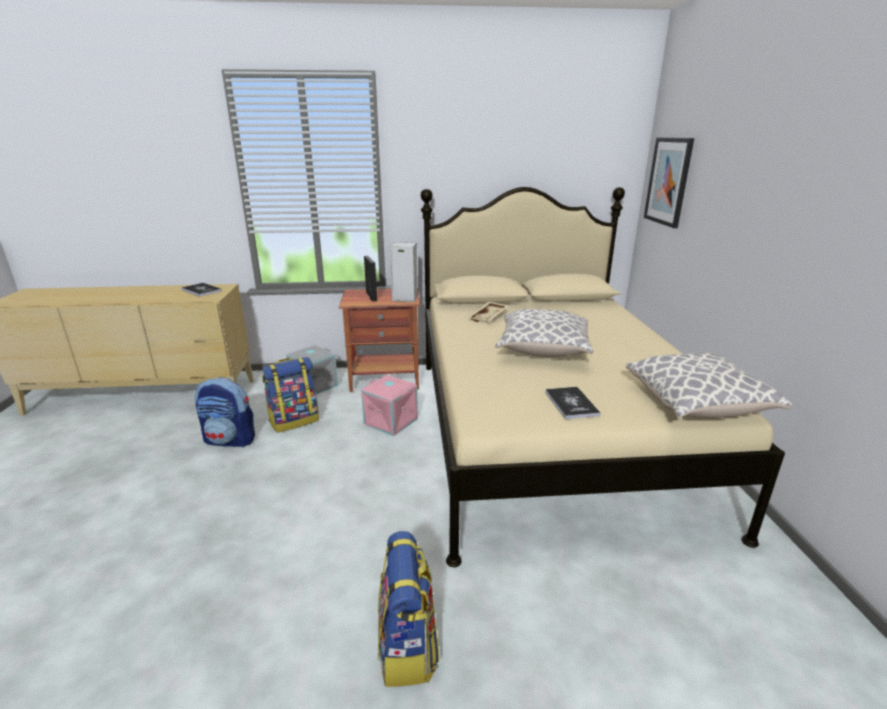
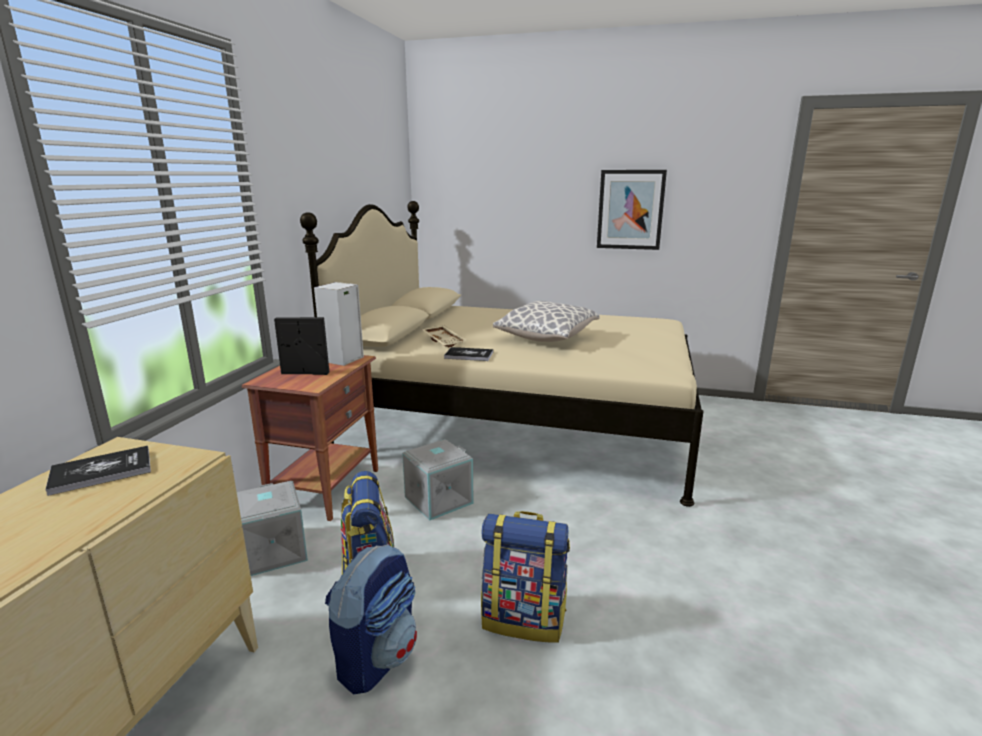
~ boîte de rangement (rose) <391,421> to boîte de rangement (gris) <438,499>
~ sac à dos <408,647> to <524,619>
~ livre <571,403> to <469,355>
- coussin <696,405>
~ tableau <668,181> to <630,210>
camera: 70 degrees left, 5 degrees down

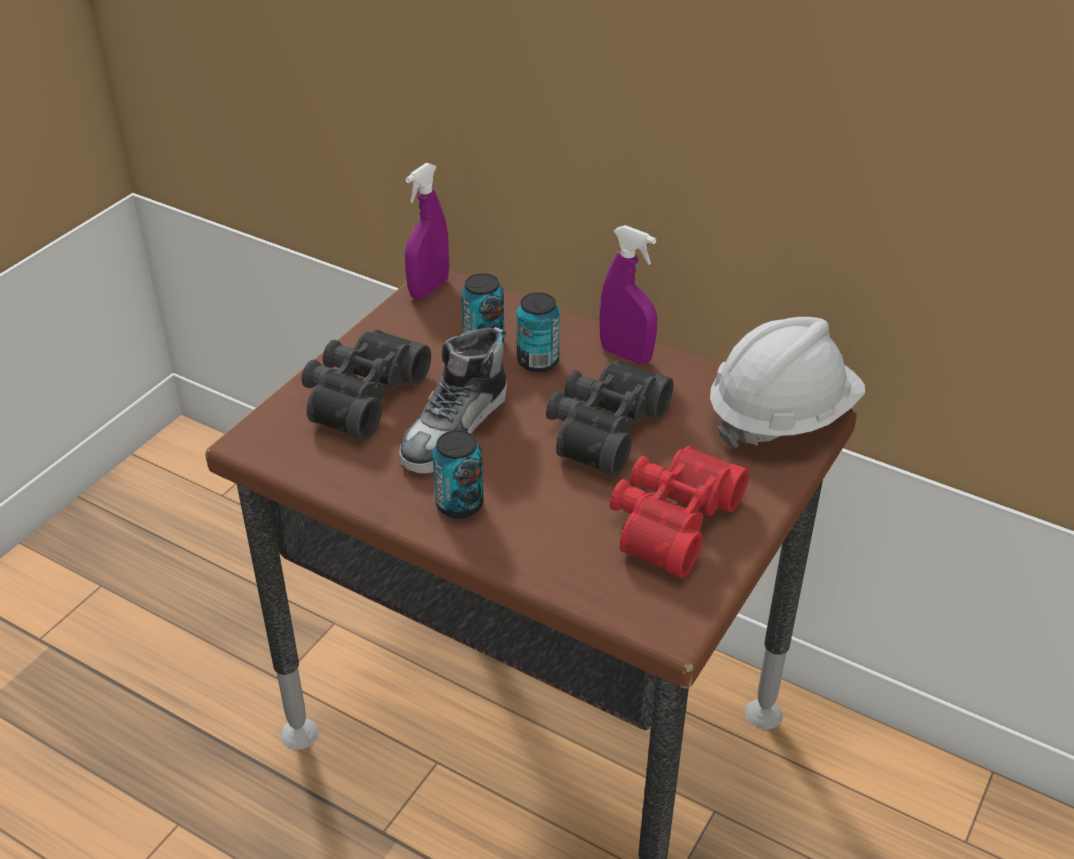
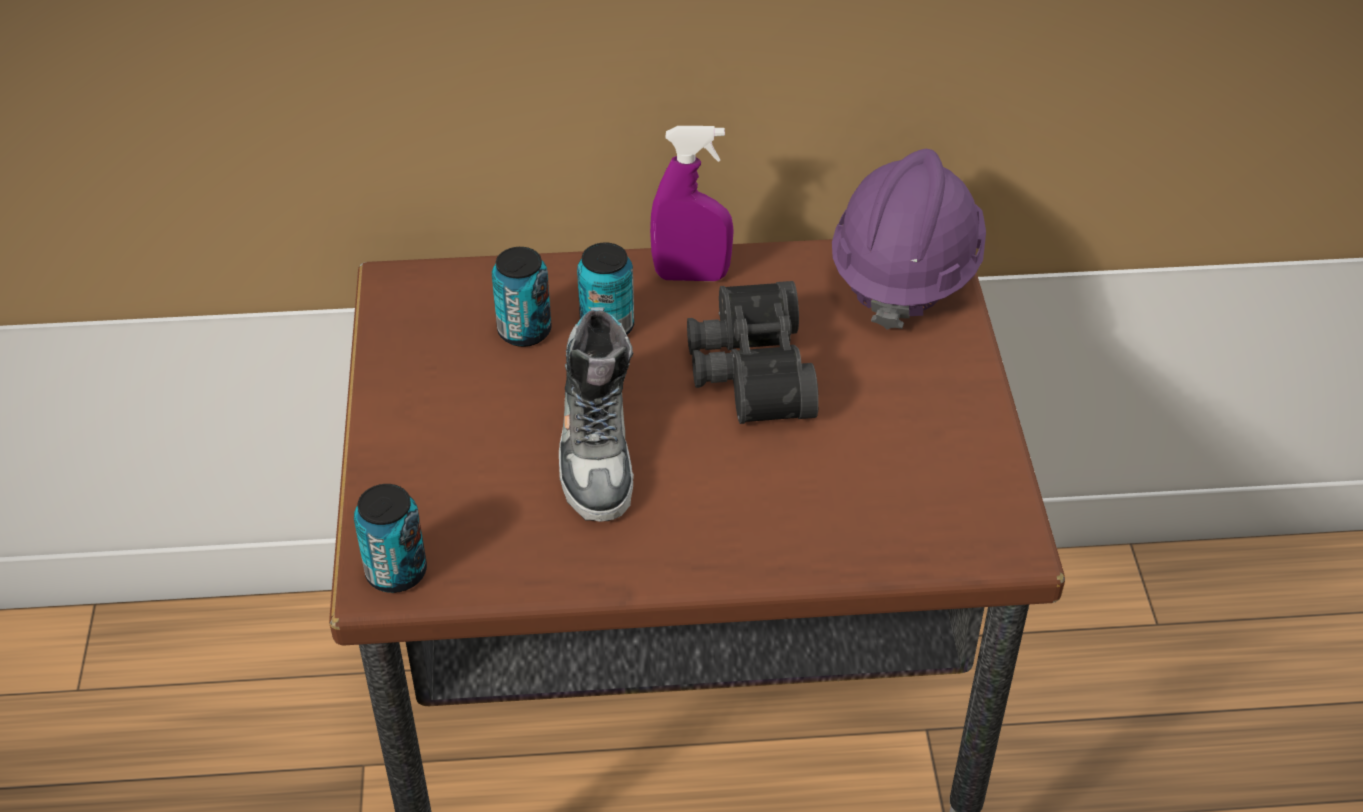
- jumelles (noir) <359,395>
- vaporisateur (violet) <429,288>
~ boîte métallique <459,504> to <396,572>
- jumelles (rouge) <669,520>
~ casque de chantier (blanc) <781,416> to casque de chantier (violet) <905,272>
camera: 35 degrees left, 5 degrees up

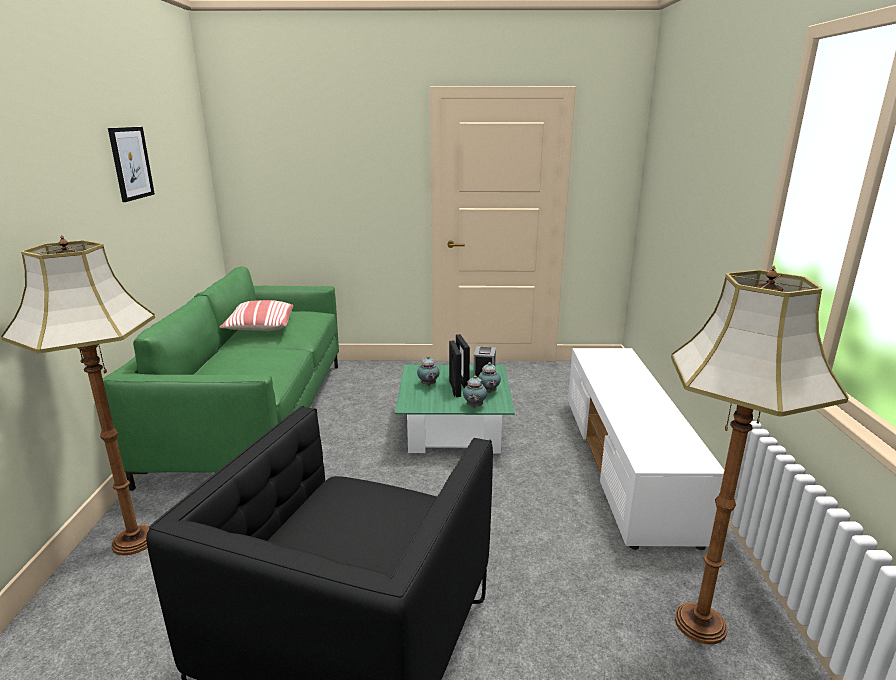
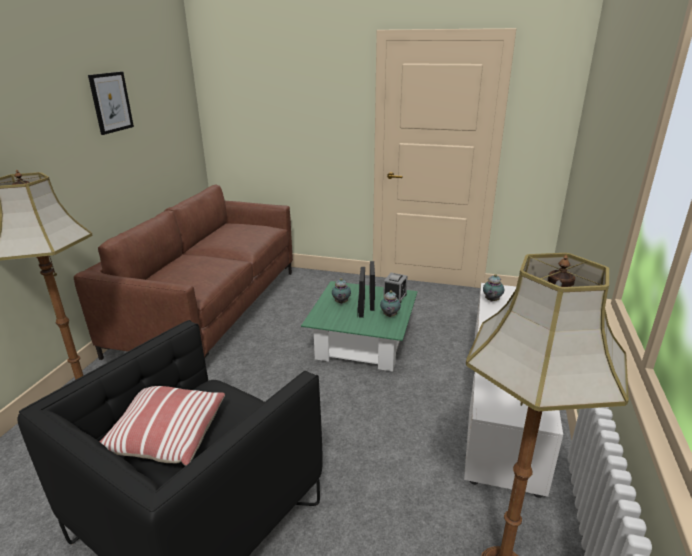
~ canapé (vert) <256,417> to canapé (marron) <211,310>
~ coussin <259,327> to <165,437>
~ théière <474,406> to <491,300>
camera: 15 degrees right, 5 degrees up

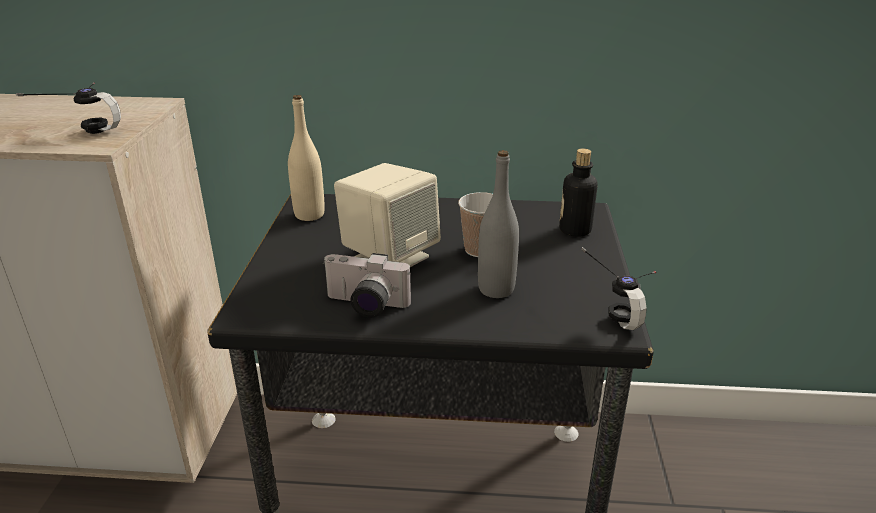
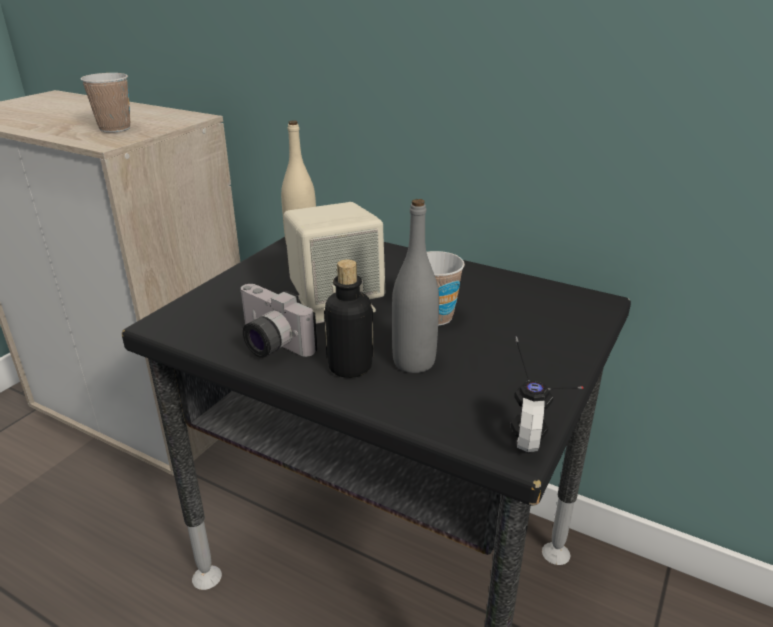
~ casque audio <85,127> to tasse <115,129>
~ bouteille <575,230> to <350,366>
camera: 25 degrees right, 0 degrees up

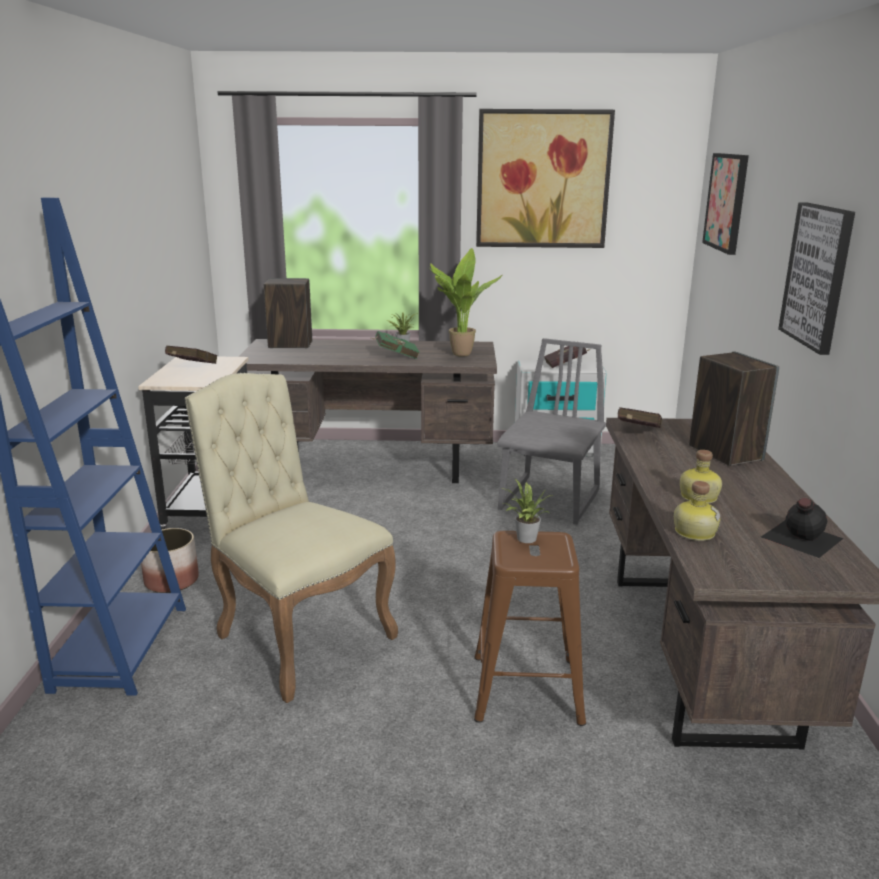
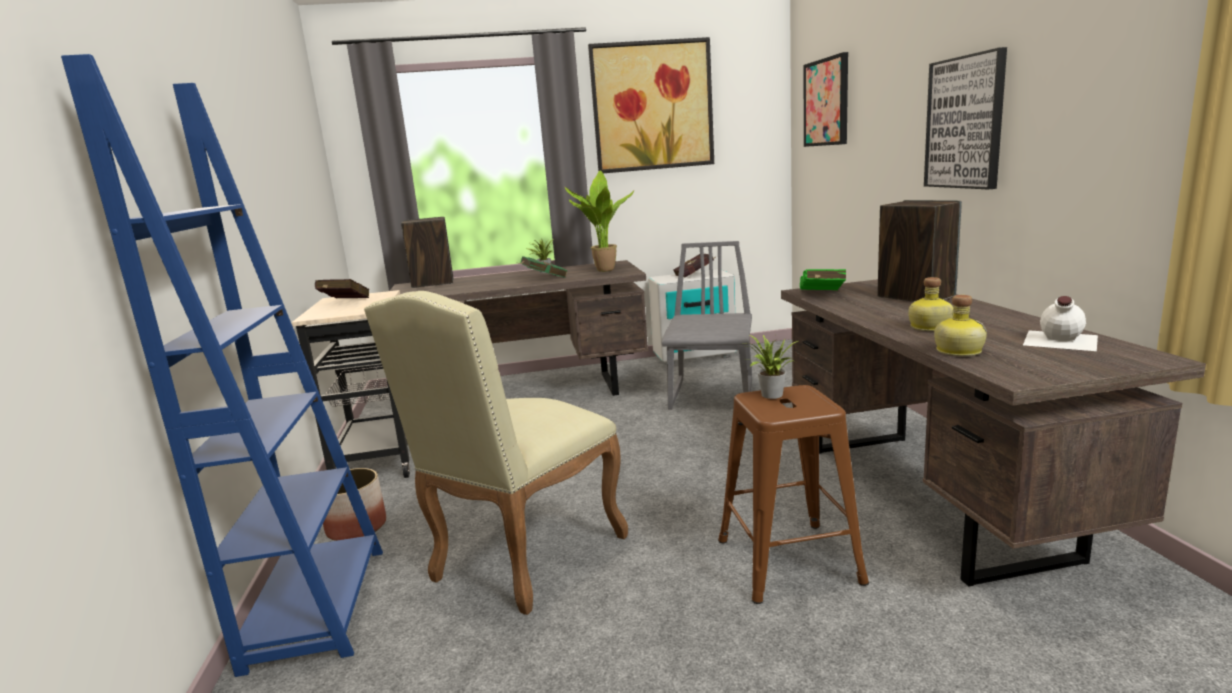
~ chaise (beige) <299,638> = <522,558> 90 degrees counterclockwise
~ livre (rouge) <637,433> to livre (vert) <821,296>
~ bouteille (noir) <800,537> to bouteille (blanc) <1059,340>
camera: 10 degrees left, 5 degrees down

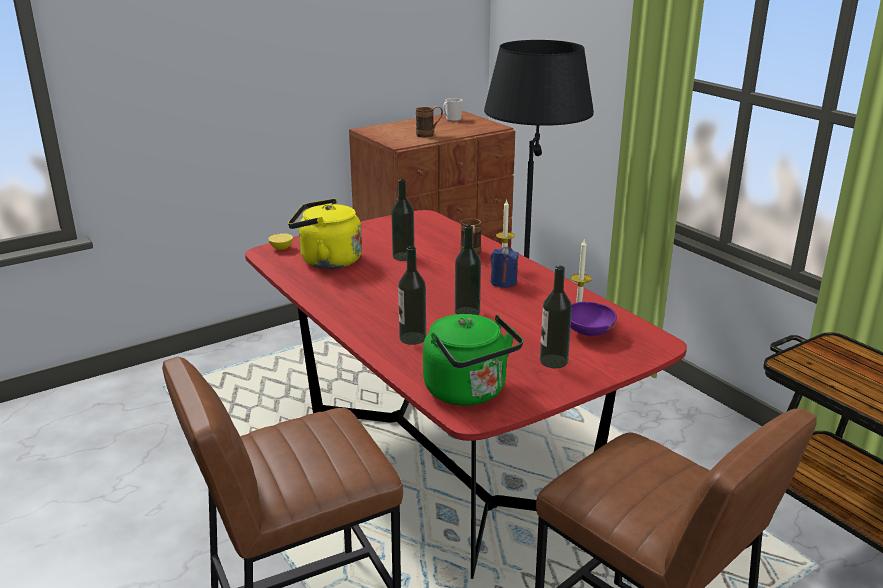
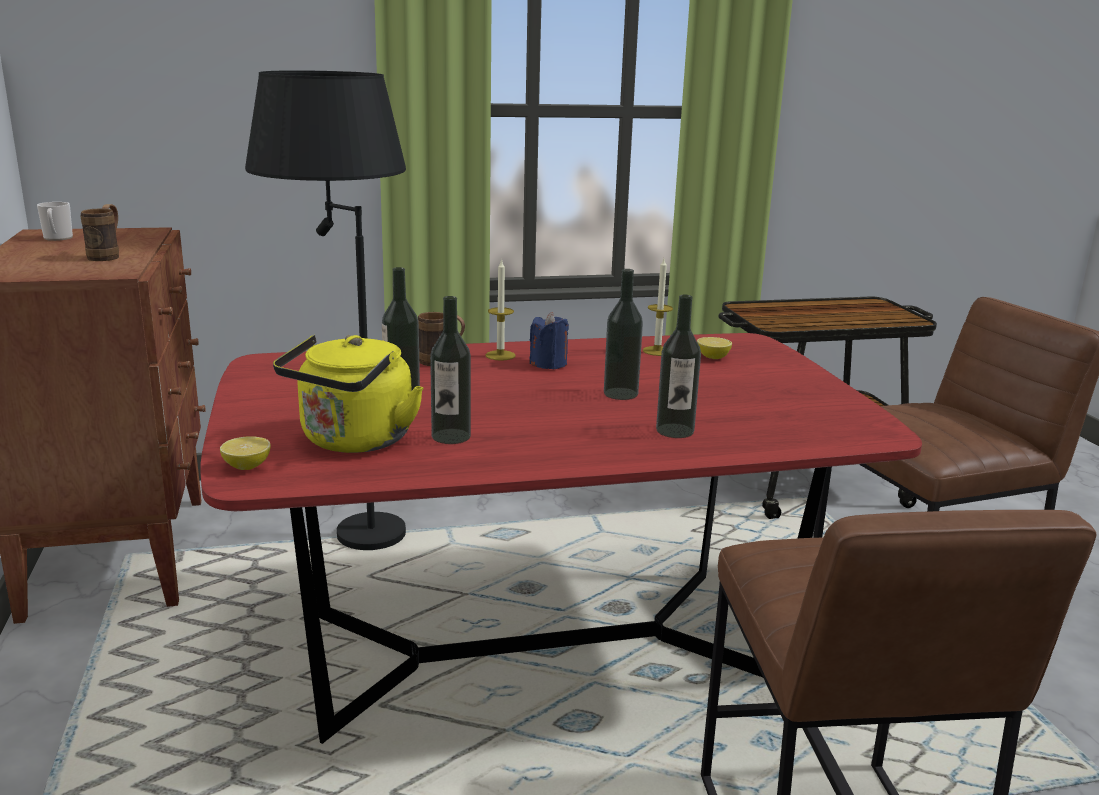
- bouilloire (vert) <469,392>
~ bouteille <553,361> to <451,436>
~ bol (violet) <588,334> to citron <713,357>
camera: 70 degrees left, 5 degrees down

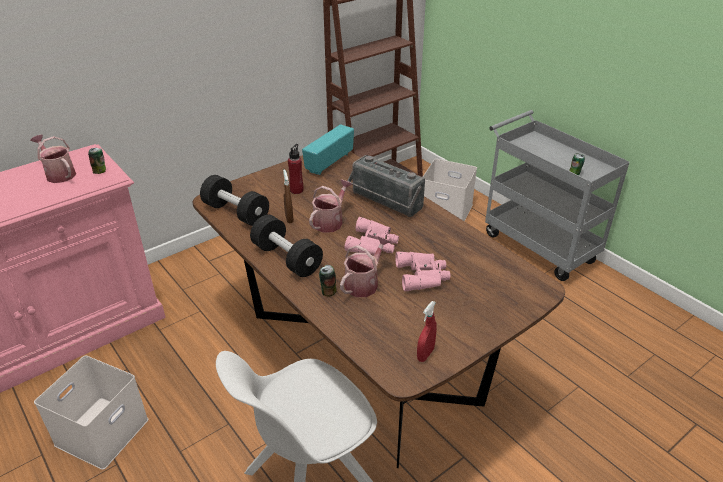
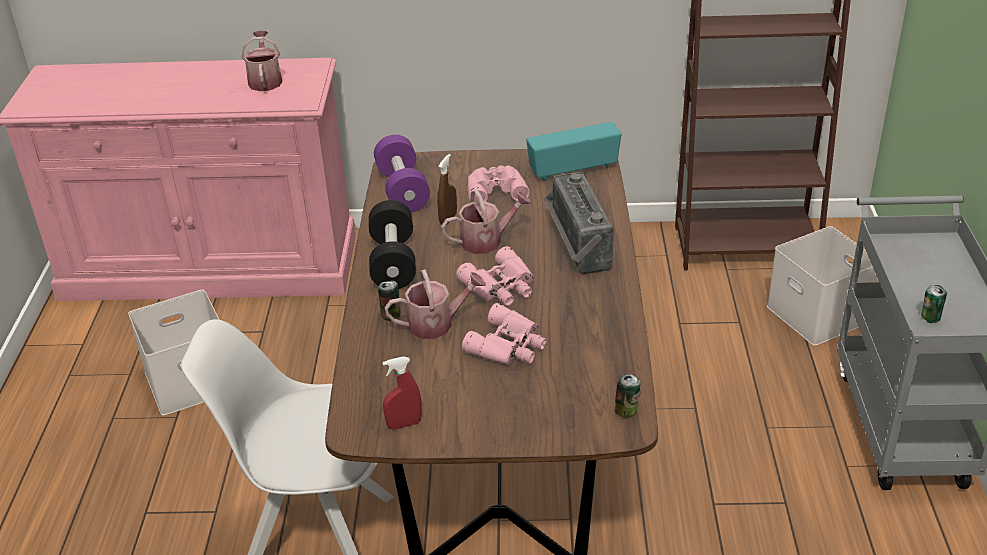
~ boîte métallique <100,171> to <627,411>
~ haltère (noir) <236,213> to haltère (violet) <402,190>
~ bouteille (rouge) <296,190> to jumelles (rose) <495,189>
camera: 40 degrees right, 0 degrees up

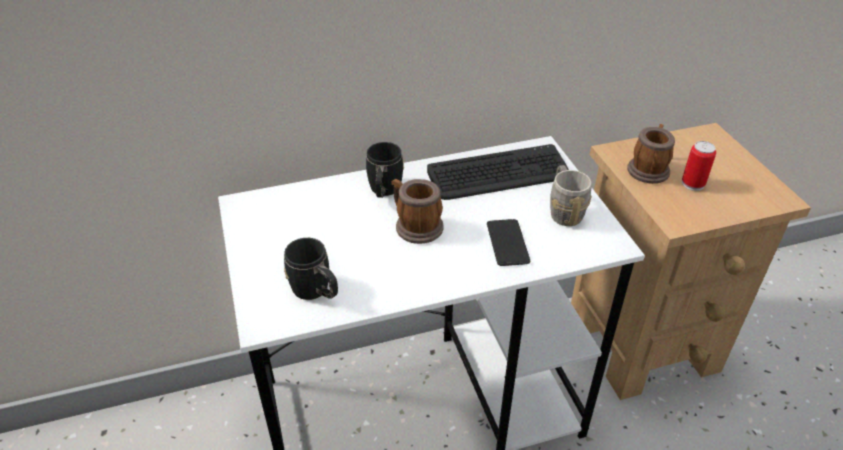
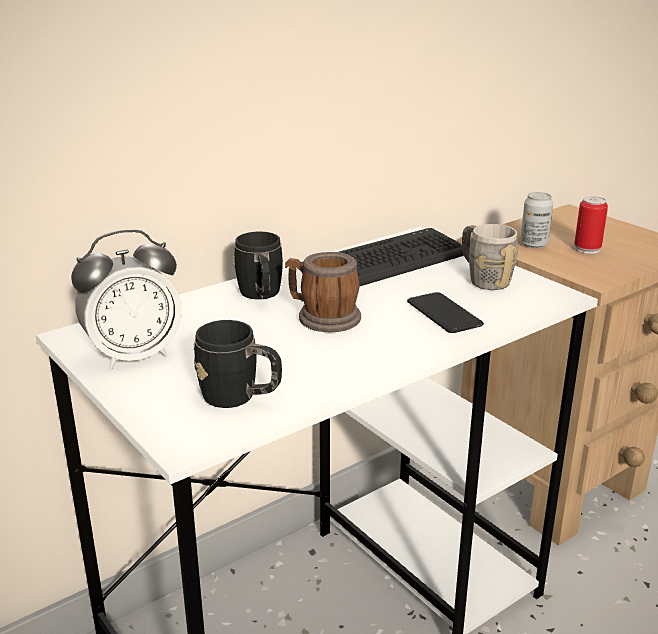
~ mug <648,168> to boîte métallique <533,244>
+ réveil <134,355>
camera: 20 degrees left, 15 degrees down

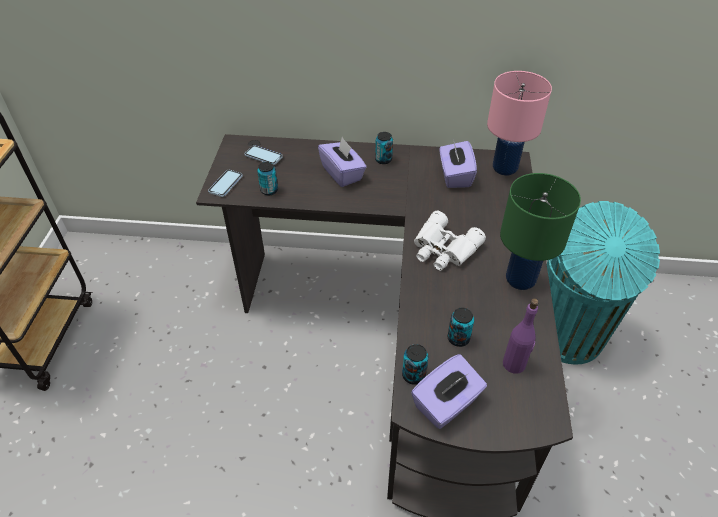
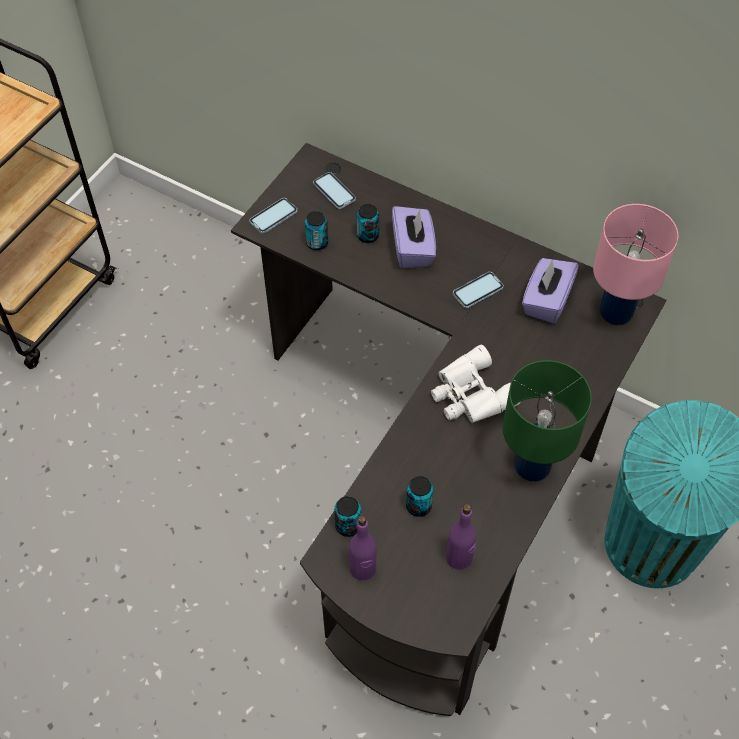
~ boîte métallique <383,160> to <367,236>
~ boîte à mouchoirs (violet) <446,404> to bouteille (violet) <363,569>
+ téléphone <478,291>
camera: 25 degrees right, 10 degrees up

